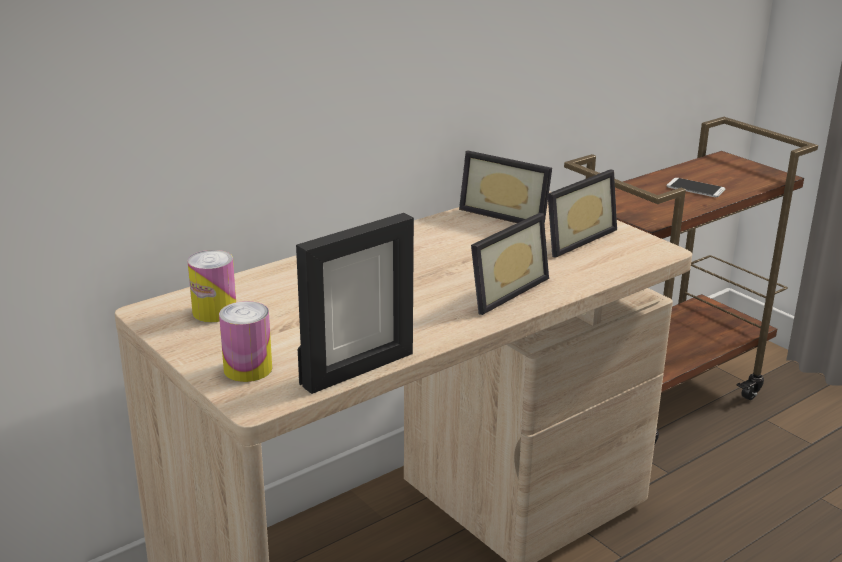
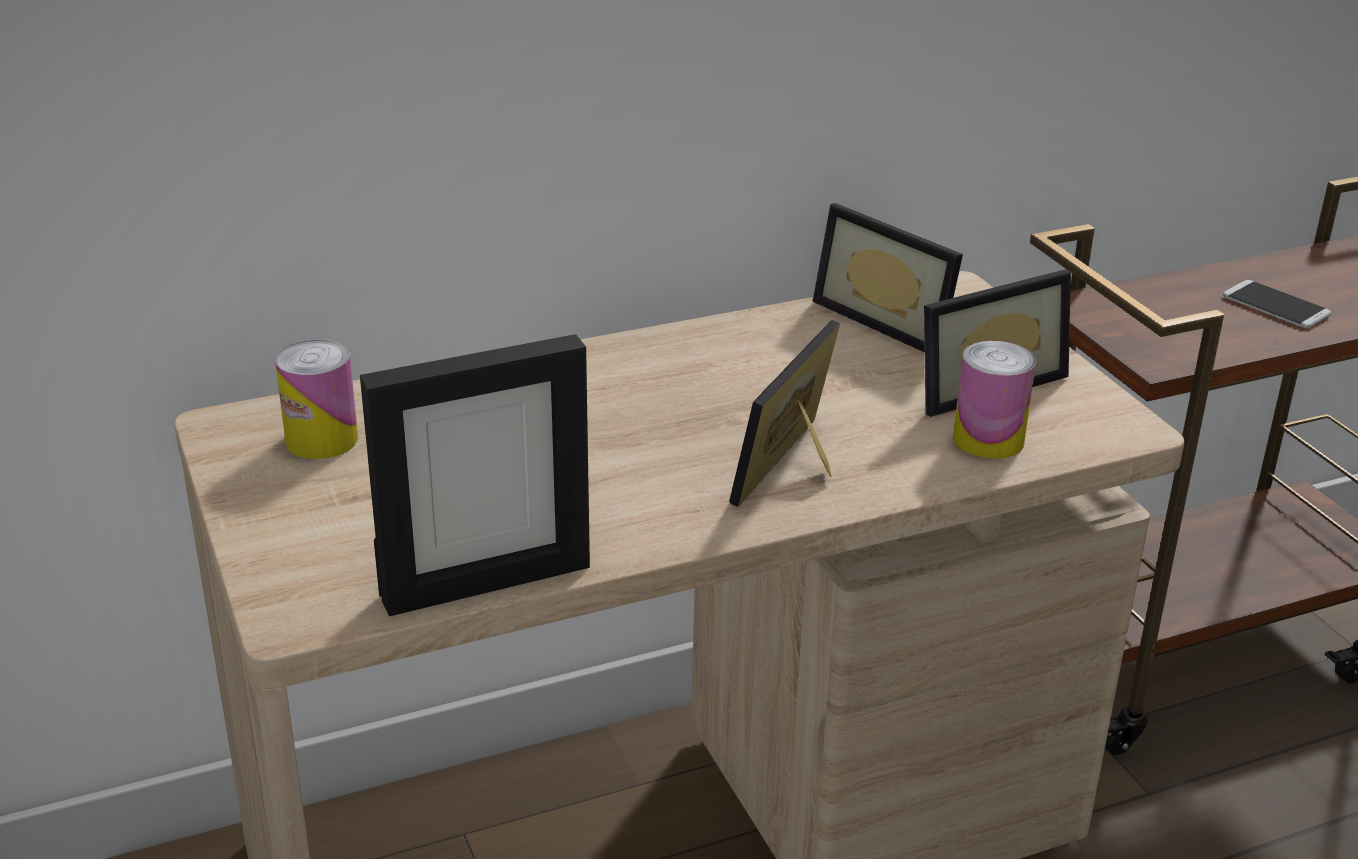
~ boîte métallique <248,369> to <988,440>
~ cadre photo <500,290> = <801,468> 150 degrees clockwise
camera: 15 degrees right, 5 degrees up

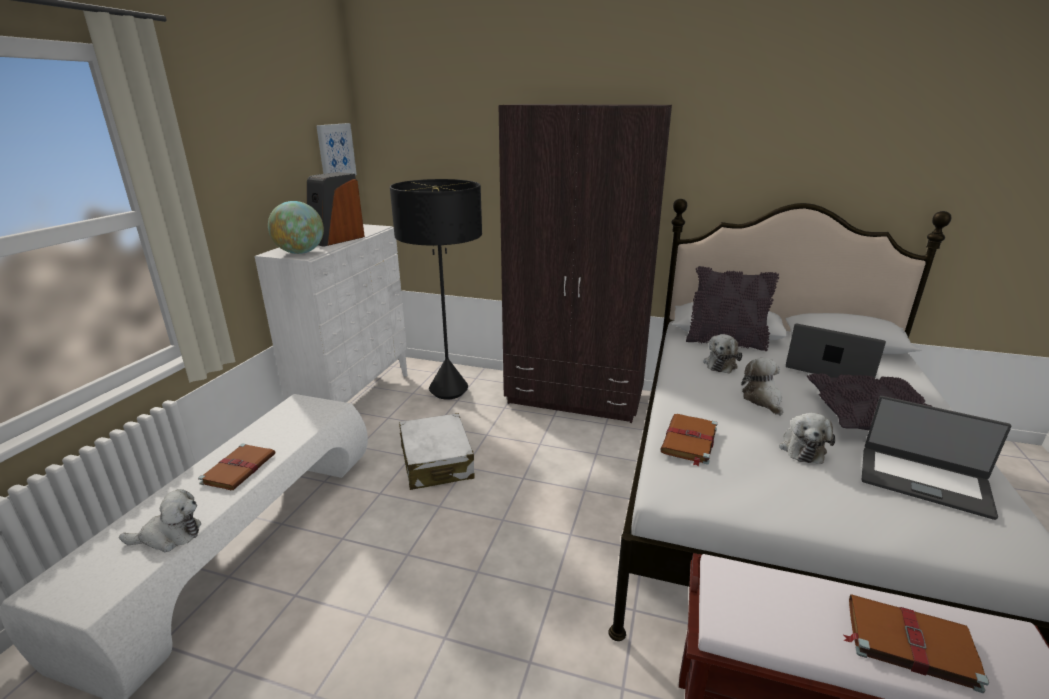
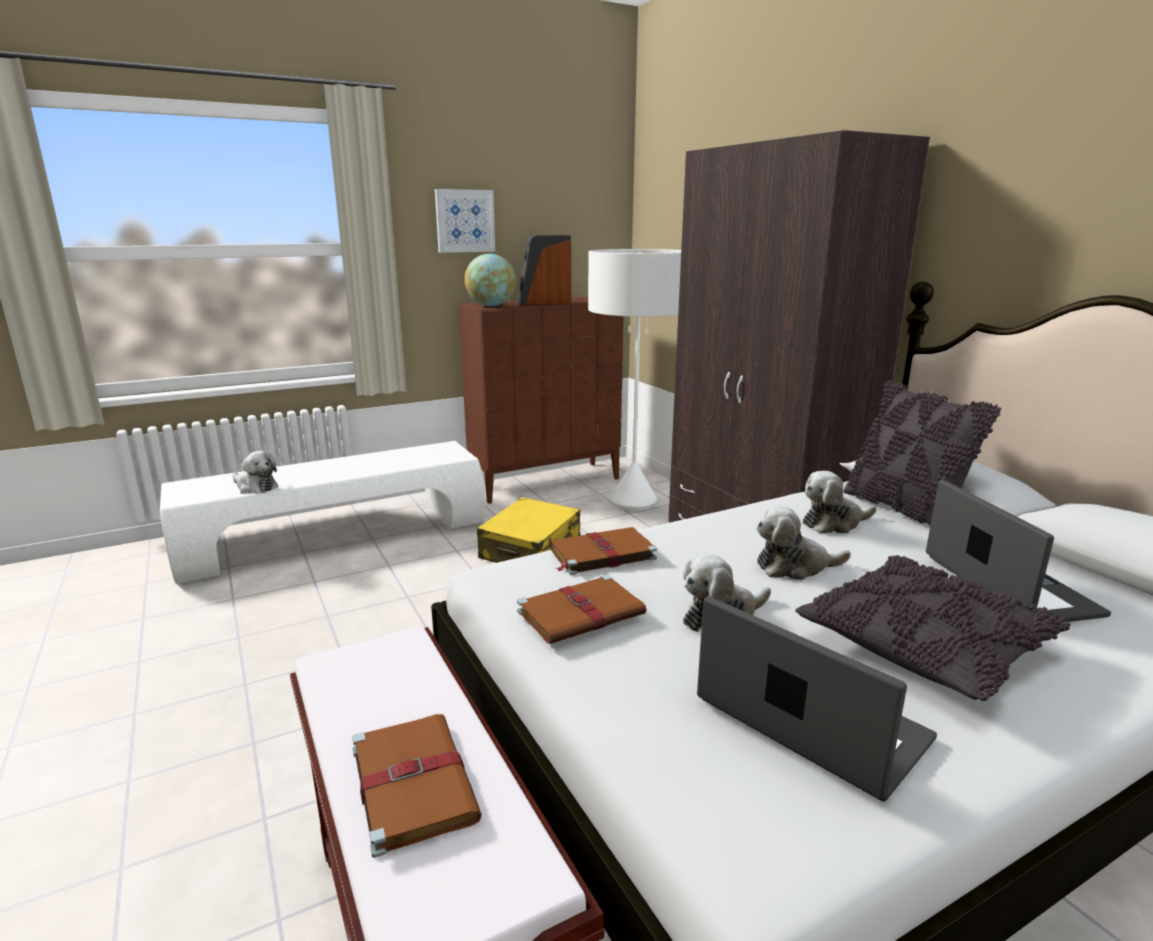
~ livre (marron) <239,468> to <582,613>
~ commode (blanc) <356,400> to commode (marron) <546,482>
~ tableau <336,151> to <465,221>
~ lampadaire (noir) <449,392> to lampadaire (blanc) <633,504>
~ valise (blanc) <436,462> to valise (jaune) <531,550>
~ peluche <762,400> = <794,566> 135 degrees counterclockwise
~ ordinateur portable <923,480> = <809,722> 150 degrees clockwise
camera: 45 degrees right, 5 degrees down

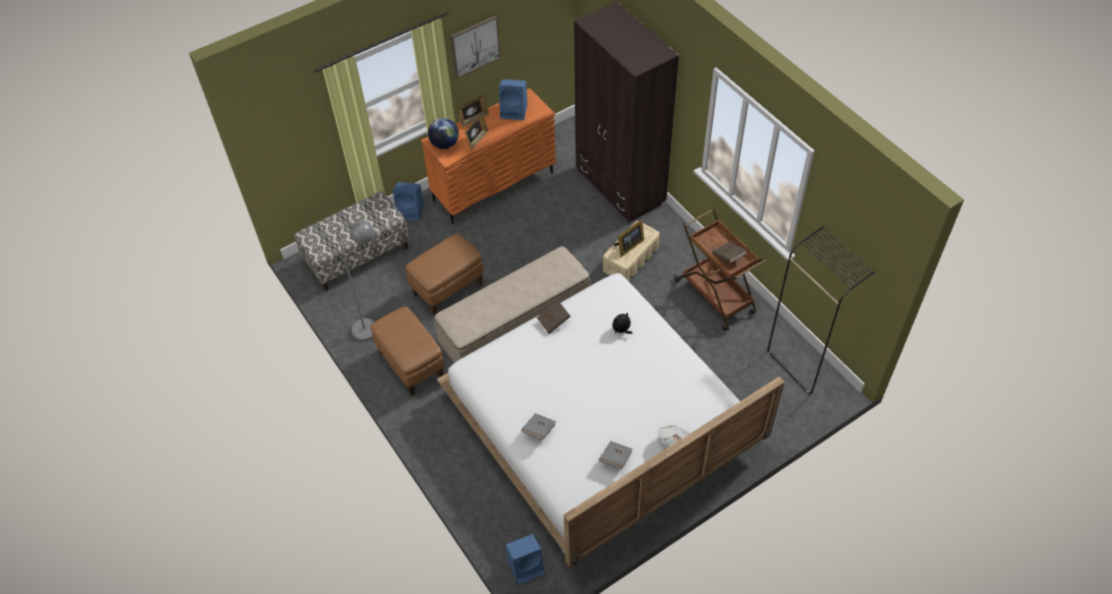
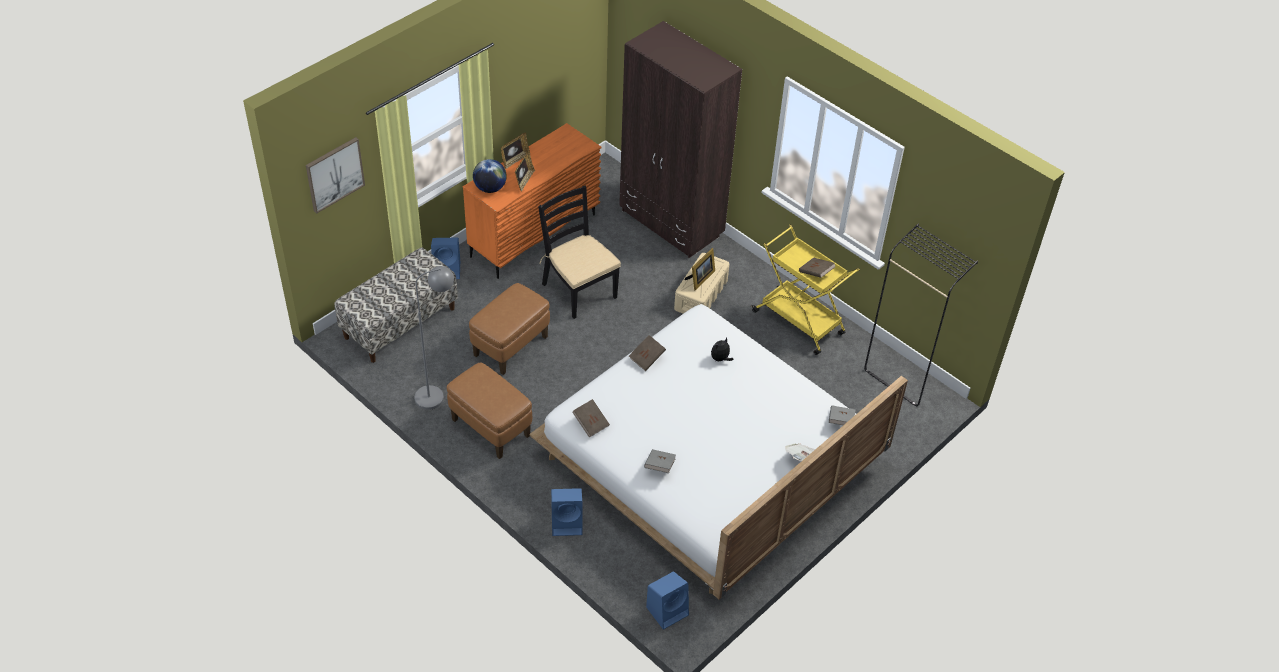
- banc (beige) <514,322>
~ tableau <475,46> to <334,174>
~ enceinte (bleu) <514,111> to <568,523>
~ livre (gris) <615,458> to <840,421>
~ chariot (marron) <715,297> to chariot (jaune) <798,323>
+ chaise (noir) <578,290>
+ livre (marron) <591,423>
camera: 15 degrees left, 5 degrees down

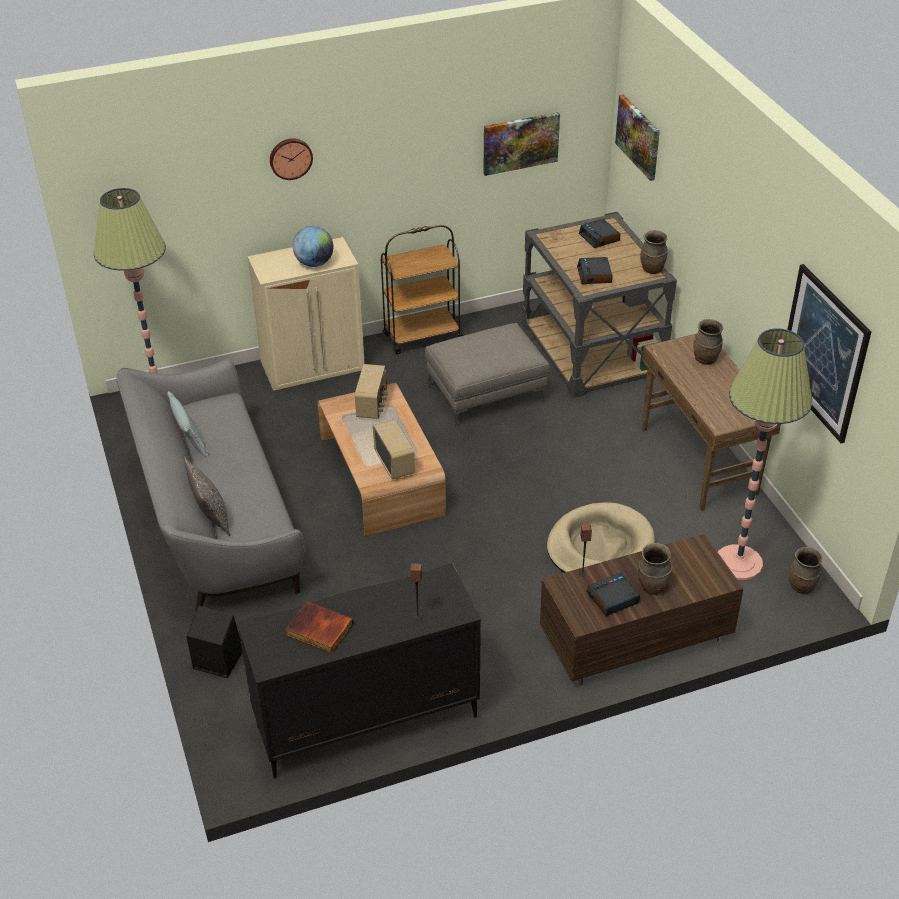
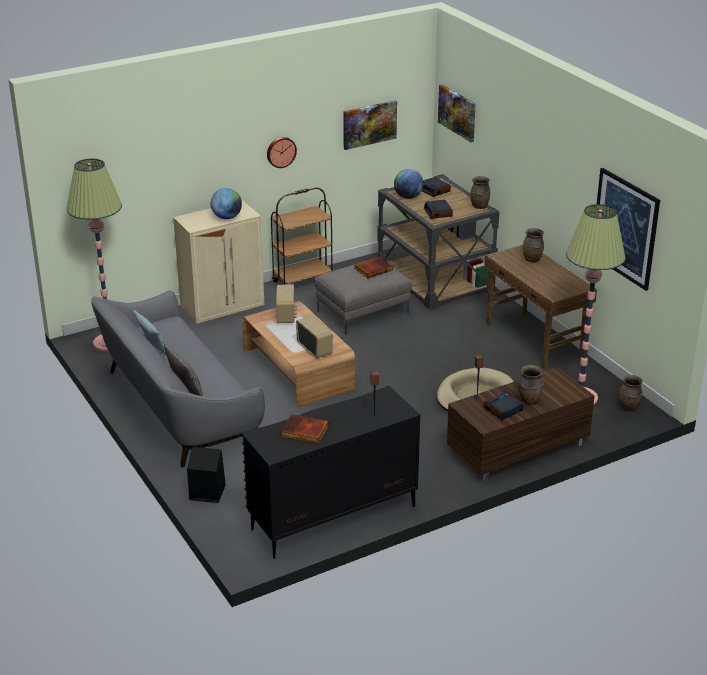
~ horloge murale <290,158> to <280,151>
+ livre <373,269>
+ globe <408,197>
camera: 10 degrees left, 10 degrees down

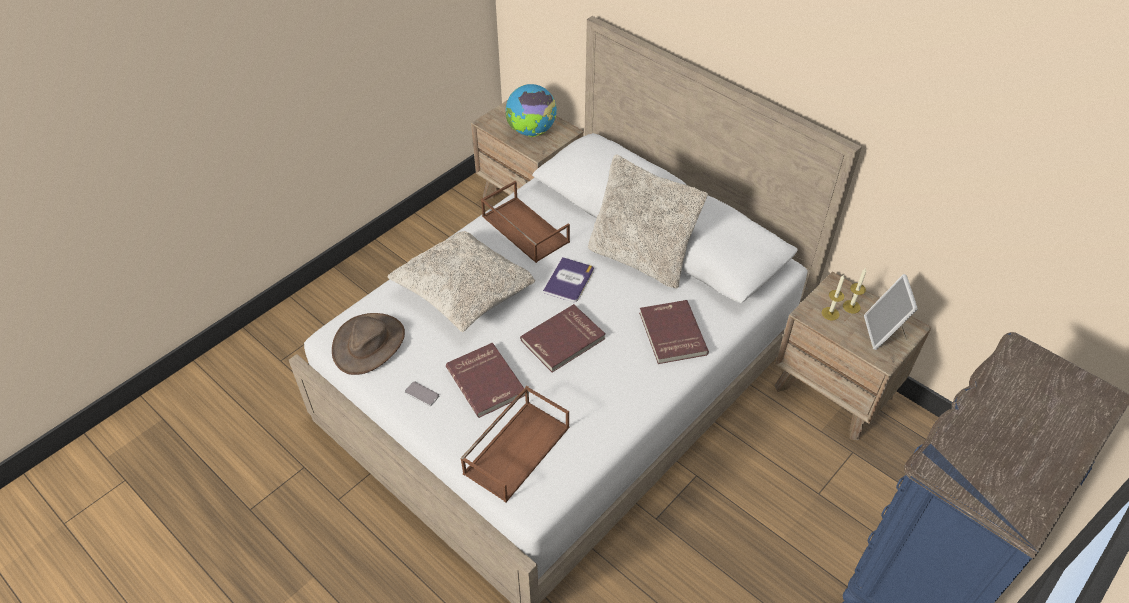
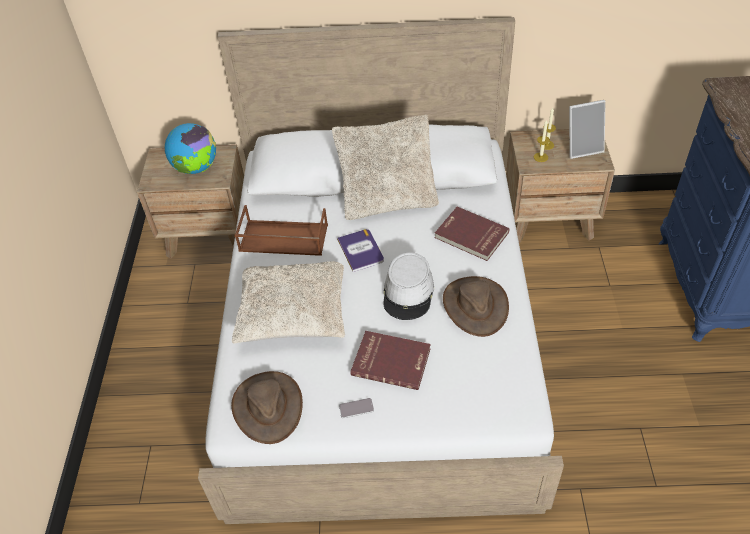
- plateau (marron) <516,449>
~ livre (rouge) <564,340> to chapeau (gris) <408,292>
~ cadre photo <884,333> = <582,147> 60 degrees counterclockwise
+ chapeau (marron) <475,306>
camera: 40 degrees left, 0 degrees up

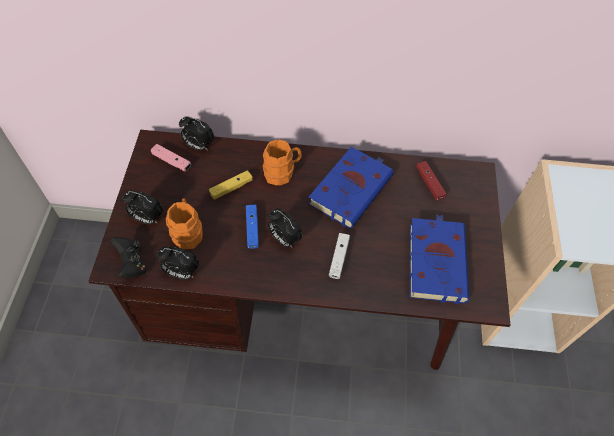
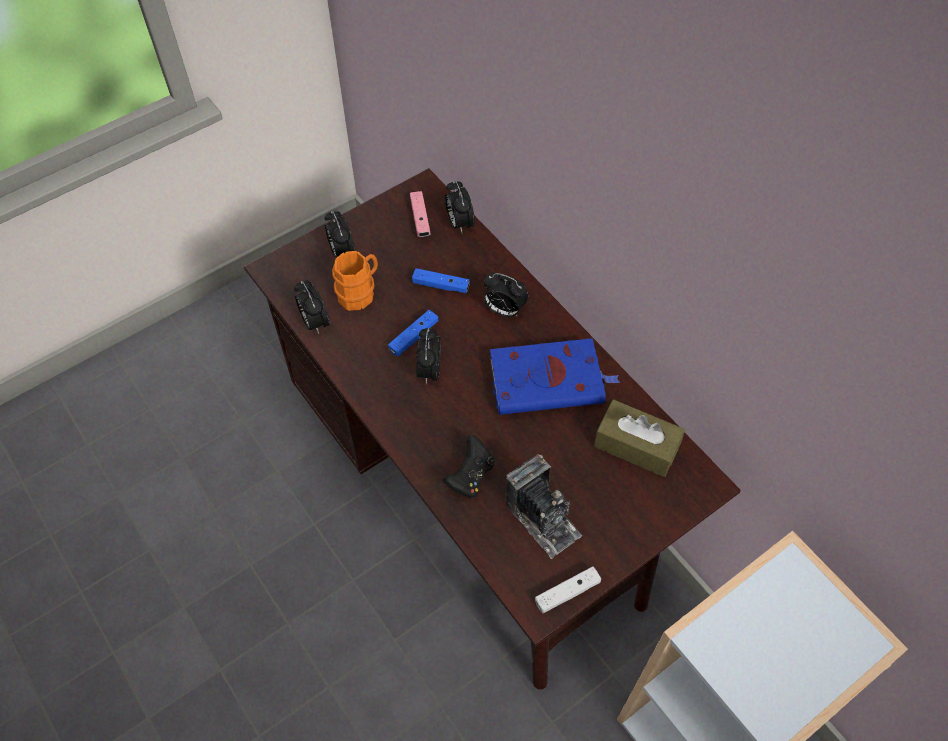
~ manette (noir) <132,264> to <470,476>
~ manette (jaune) <231,188> to manette (bleu) <441,285>
~ mug (orange) <282,172> to réveil <503,310>
~ manette (blanc) <339,258> to <567,593>
~ livre (bleu) <435,260> to appareil photo <542,518>
~ manette (rouge) <429,183> to boîte à mouchoirs (marron) <636,446>
camera: 50 degrees right, 0 degrees up

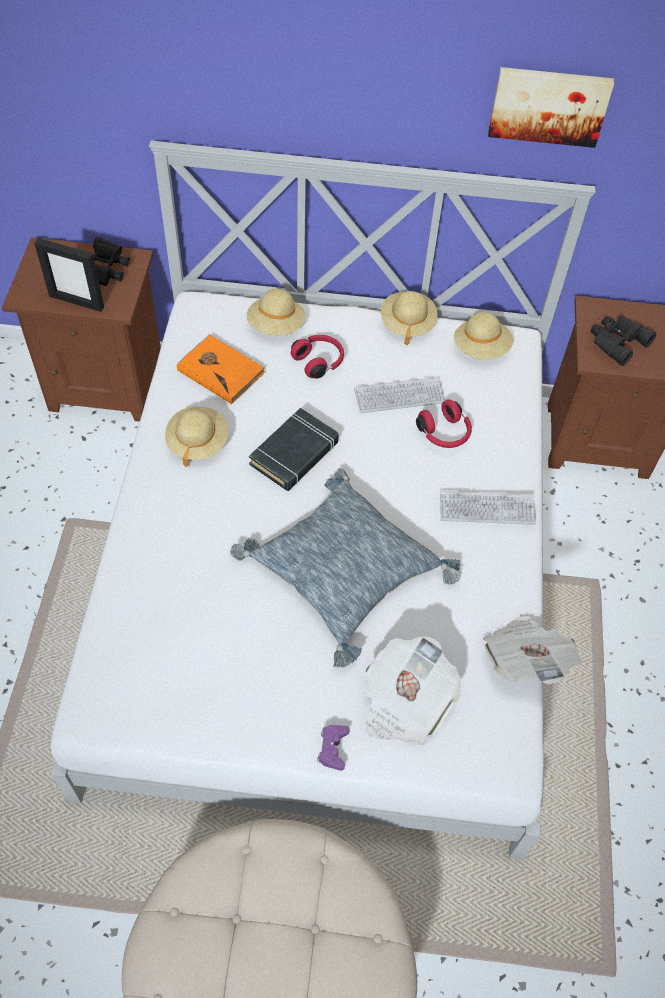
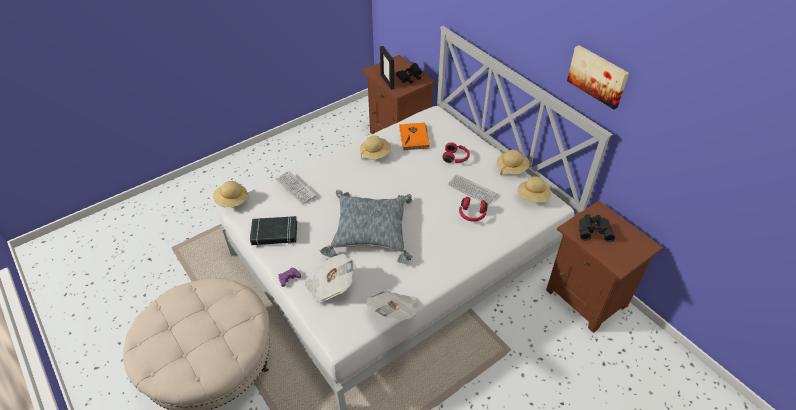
~ chapeau (beige) <276,326> to <232,201>
~ livre (noir) <294,454> to <274,233>
~ clavier <487,508> to <295,188>
camera: 50 degrees right, 10 degrees down

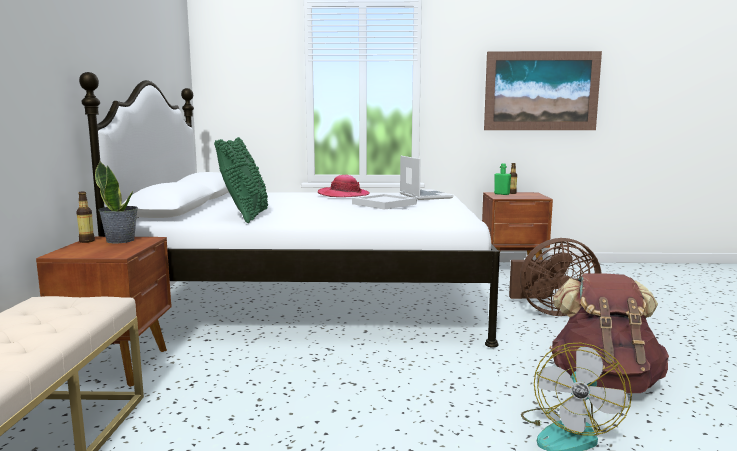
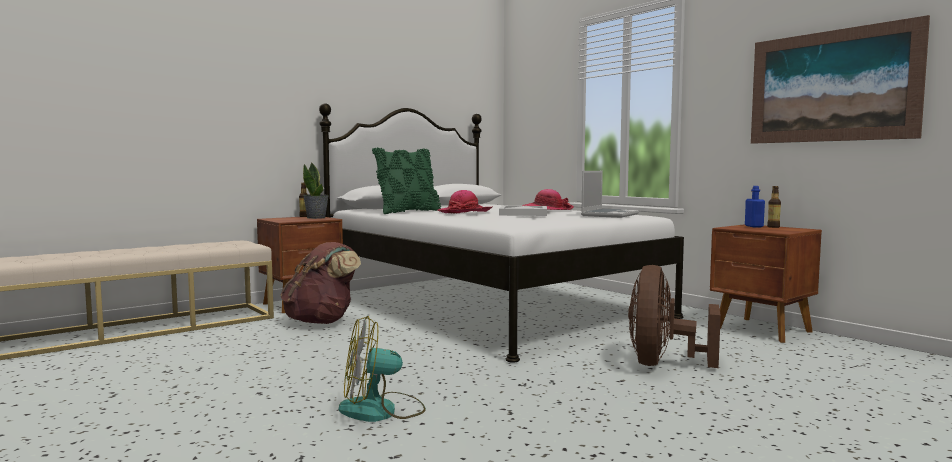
~ bouteille (vert) <501,194> to bouteille (bleu) <754,226>
~ ventilateur (marron) <551,311> = <663,364> 60 degrees clockwise
~ sac à dos (marron) <604,383> to <322,321>
+ chapeau <464,212>
camera: 50 degrees right, 5 degrees down

